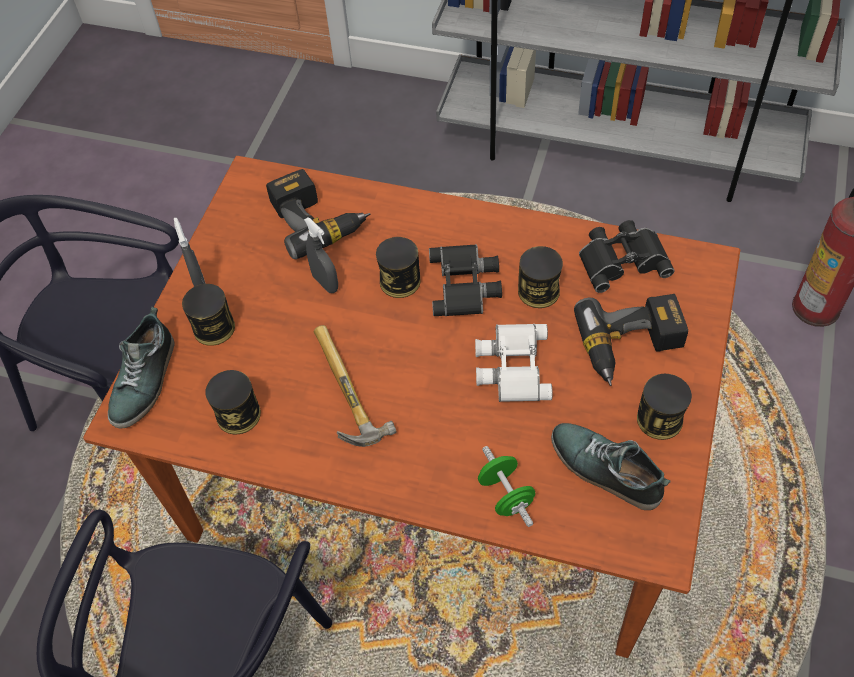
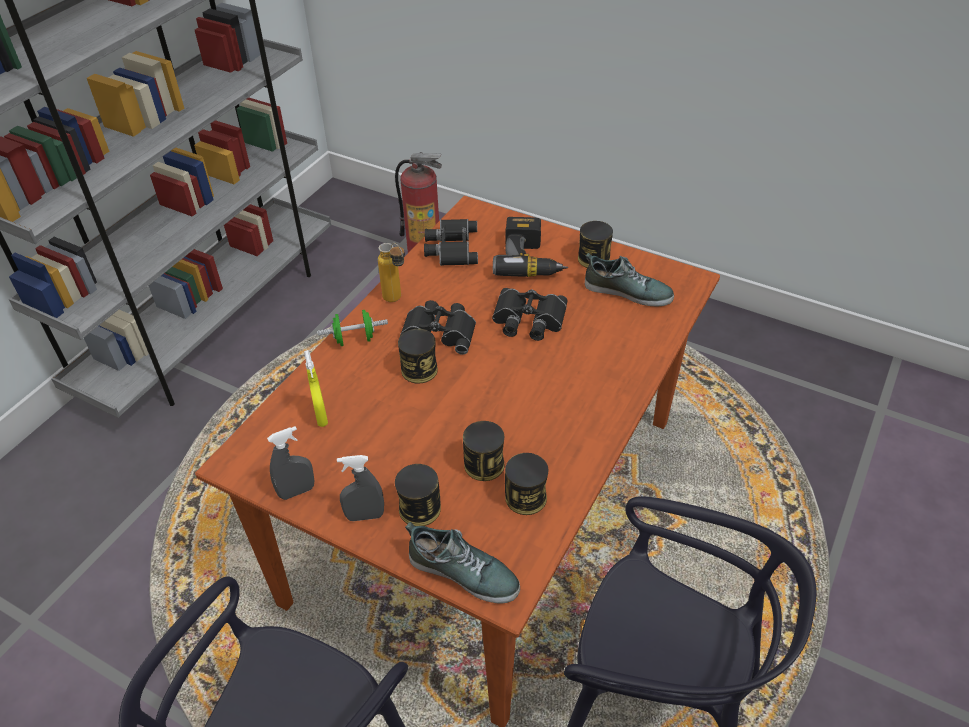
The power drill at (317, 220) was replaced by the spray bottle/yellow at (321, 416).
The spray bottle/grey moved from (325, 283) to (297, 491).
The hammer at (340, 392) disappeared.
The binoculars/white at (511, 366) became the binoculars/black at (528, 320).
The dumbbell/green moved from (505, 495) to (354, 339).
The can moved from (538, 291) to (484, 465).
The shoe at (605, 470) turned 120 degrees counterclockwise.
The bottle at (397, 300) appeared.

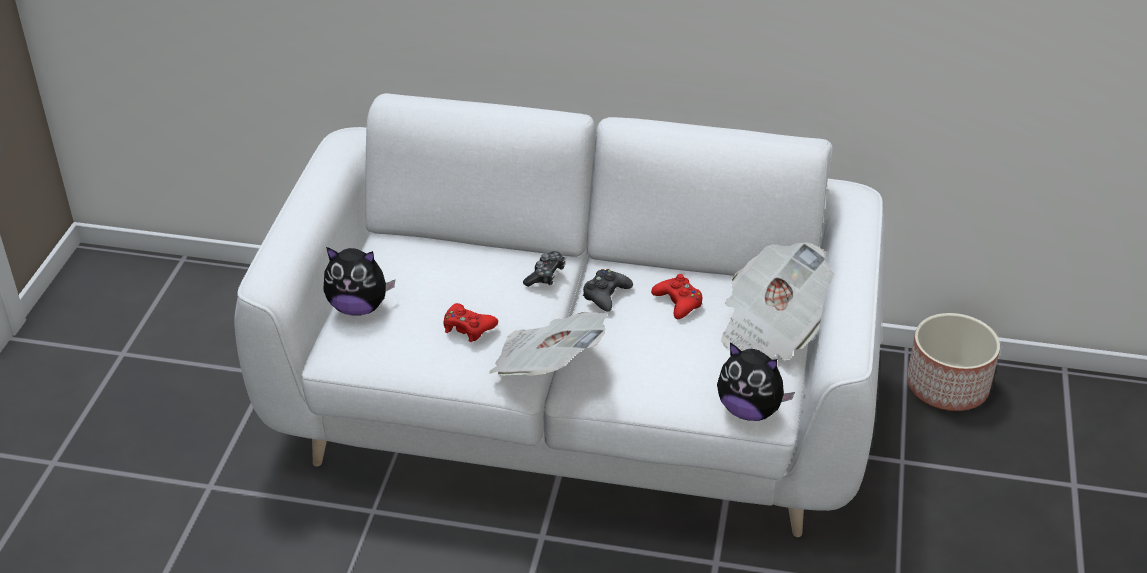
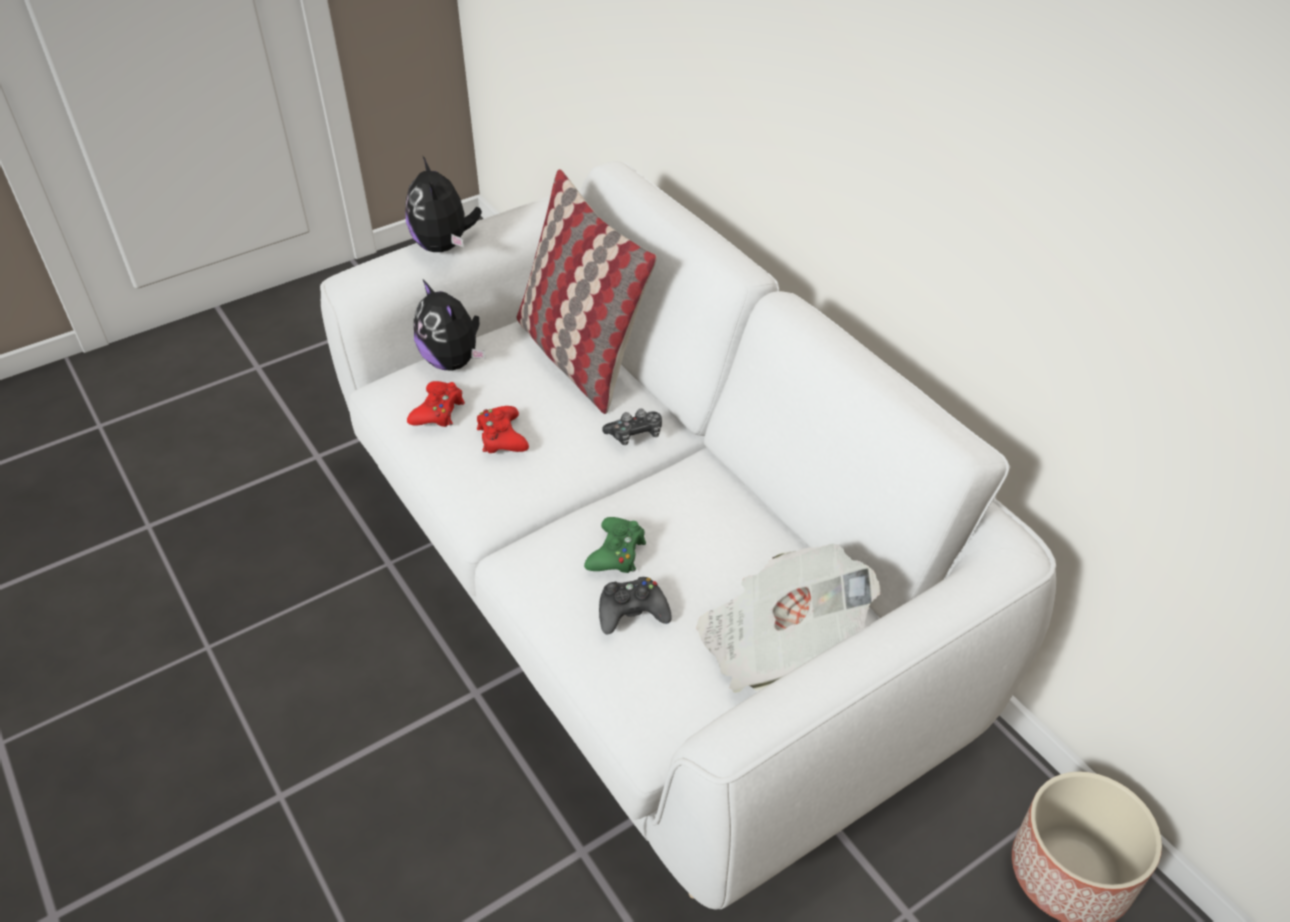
The newspaper at (547, 367) disappeared.
The game controller/black moved from (605, 295) to (632, 612).
The game controller/red moved from (678, 302) to (438, 411).
The plush toy moved from (750, 410) to (444, 246).
The pillow at (579, 357) appeared.
The game controller/green at (617, 553) appeared.

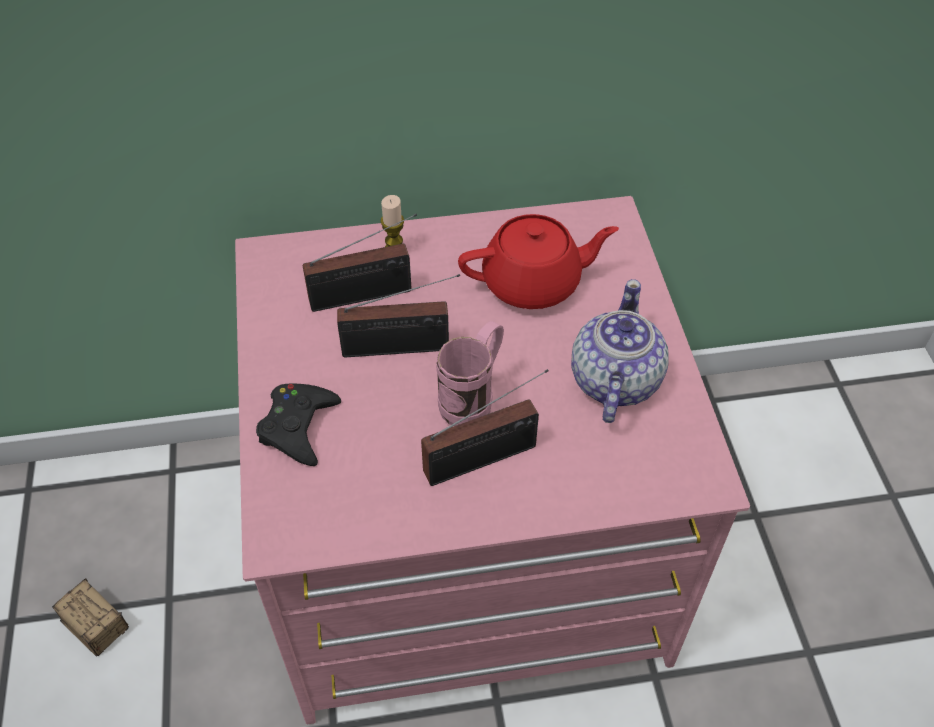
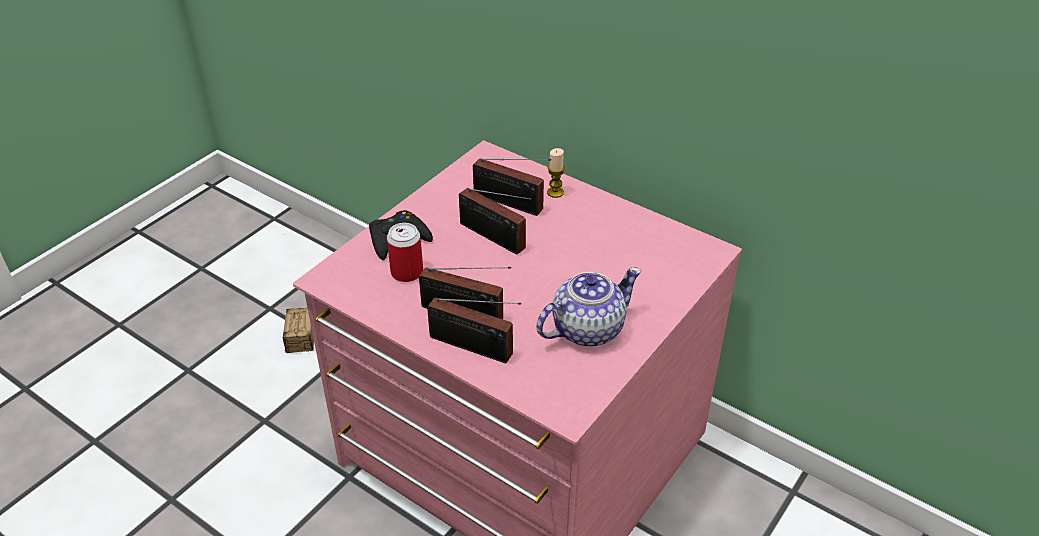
The mug/pink at (474, 398) disappeared.
The teapot/red at (533, 283) disappeared.
The can at (407, 272) appeared.
The radio at (475, 348) appeared.

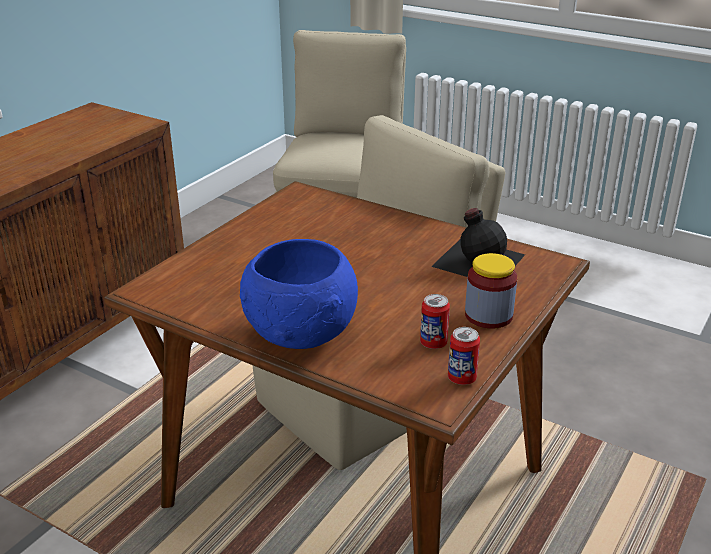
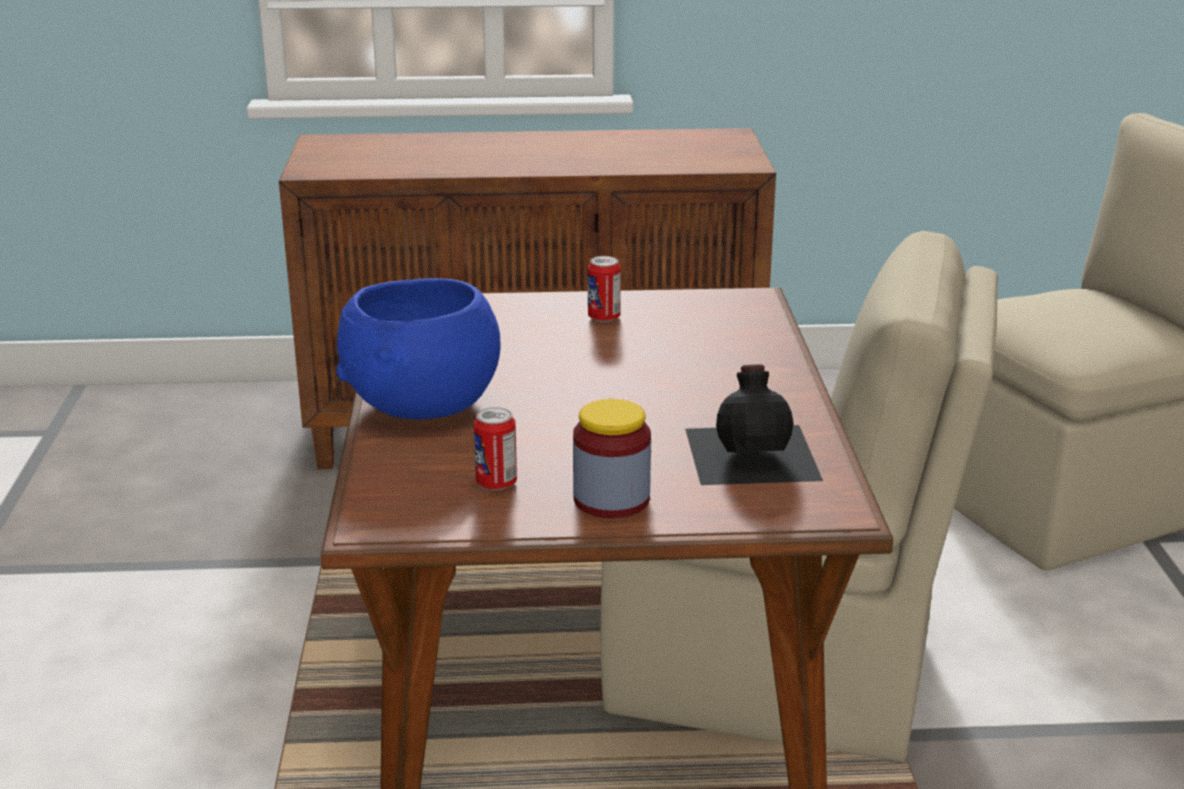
The can moved from (461, 378) to (604, 317).

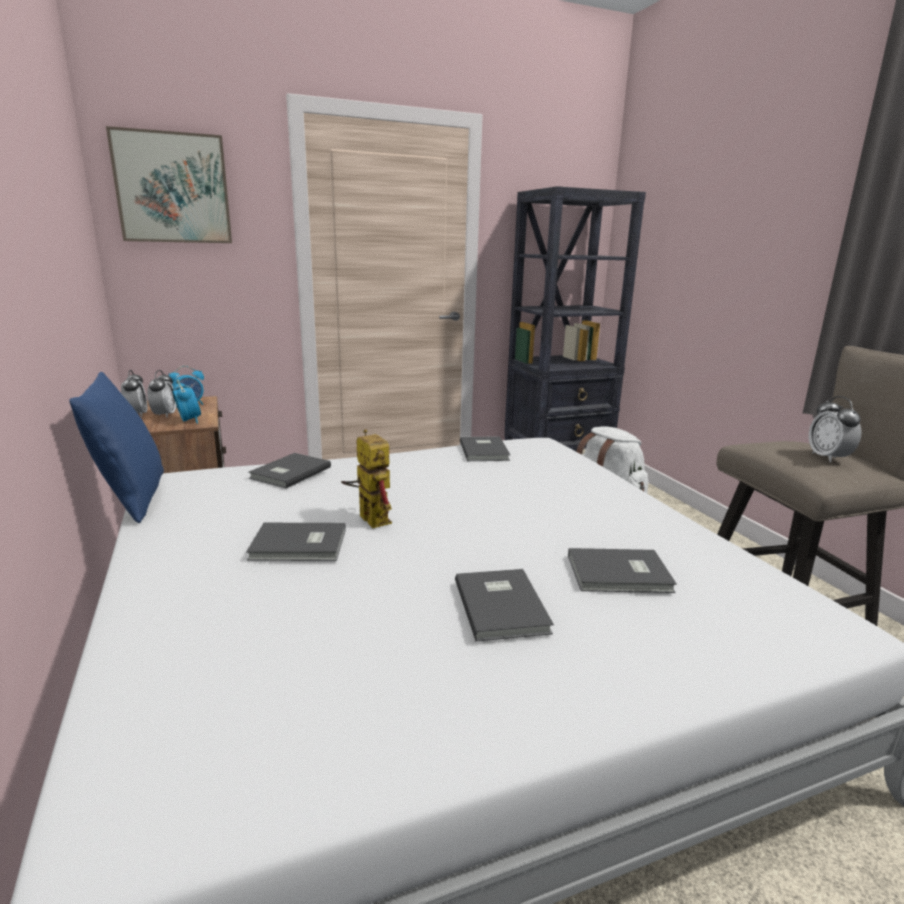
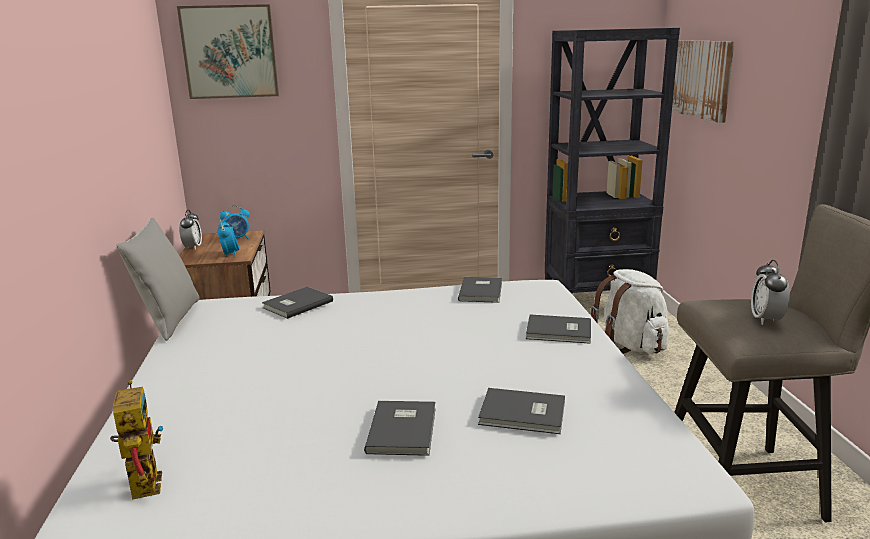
The pillow/blue at (131, 498) became the pillow/grey at (168, 320).
The alarm clock at (164, 415) disappeared.
The book/grey moved from (299, 546) to (559, 332).
The toy robot moved from (368, 517) to (143, 480).
The picture at (700, 79) appeared.

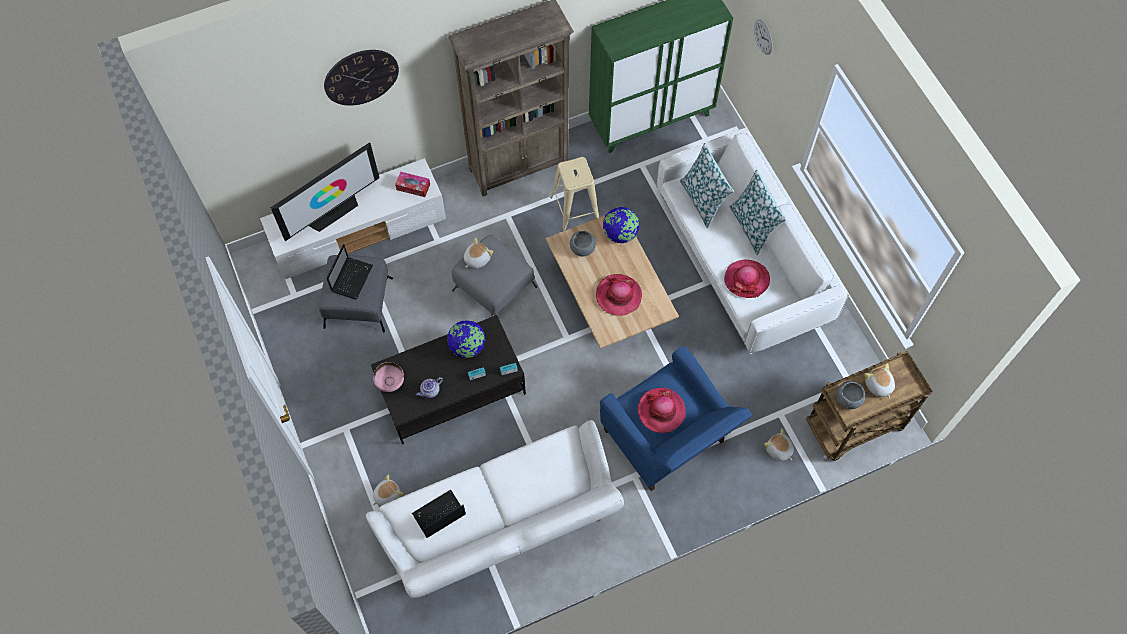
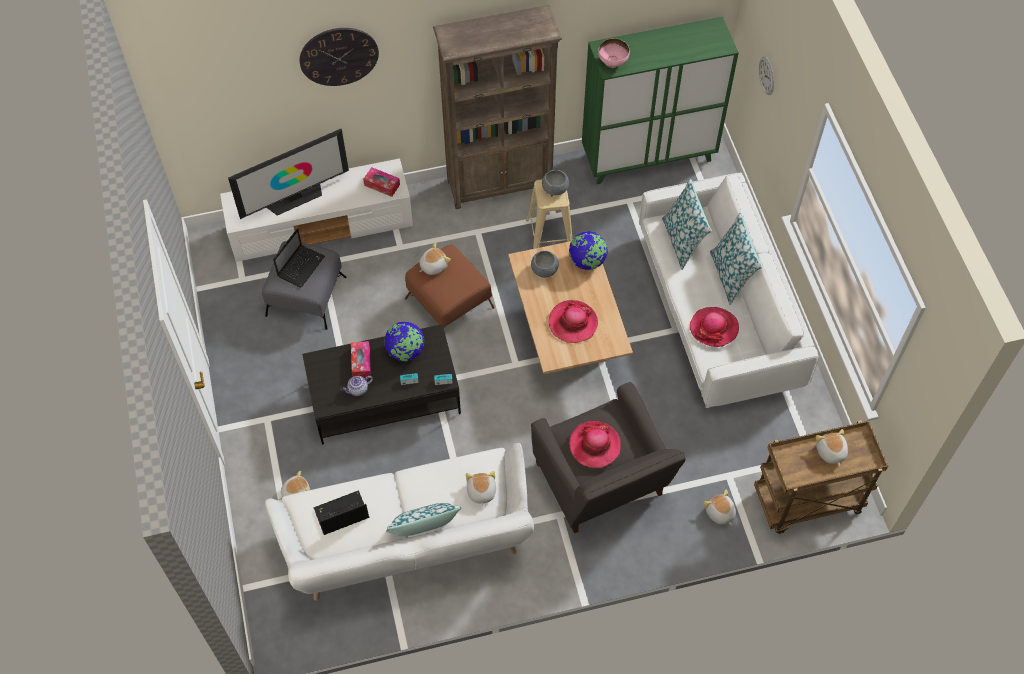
The bowl/pink moved from (390, 383) to (613, 63).
The ottoman/grey at (494, 288) became the ottoman/brown at (449, 302).
The armchair/blue at (668, 440) became the armchair/grey at (602, 484).
The bowl/grey moved from (848, 399) to (555, 189).
The tissue box at (361, 362) appeared.
The pillow at (425, 532) appeared.
The plush toy at (481, 492) appeared.

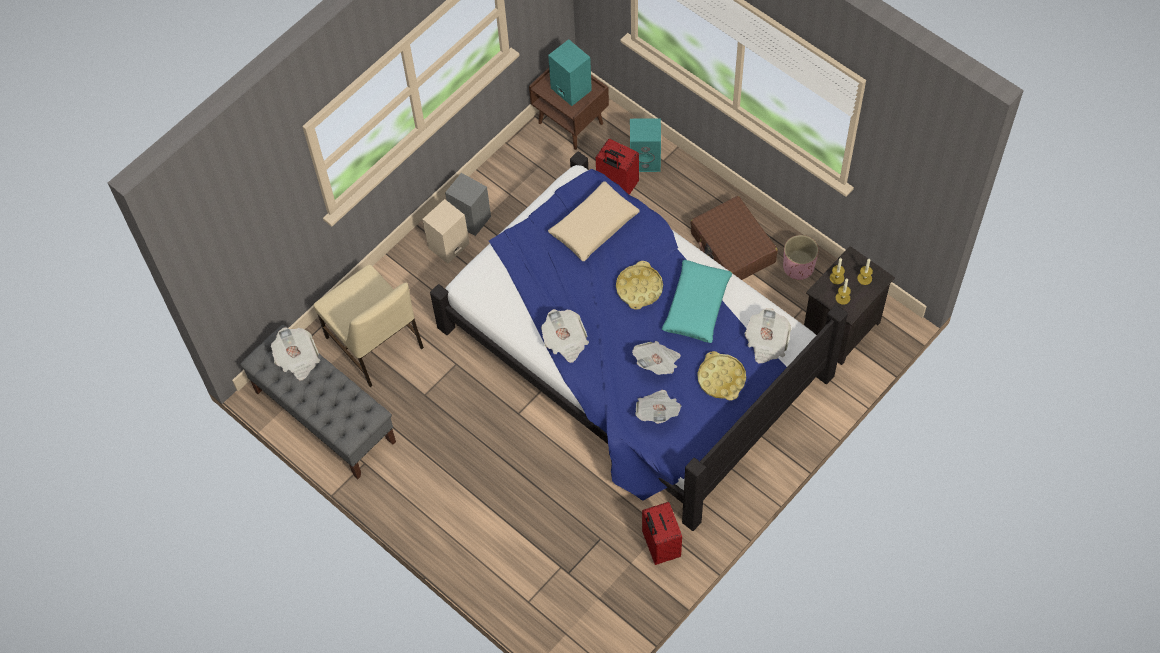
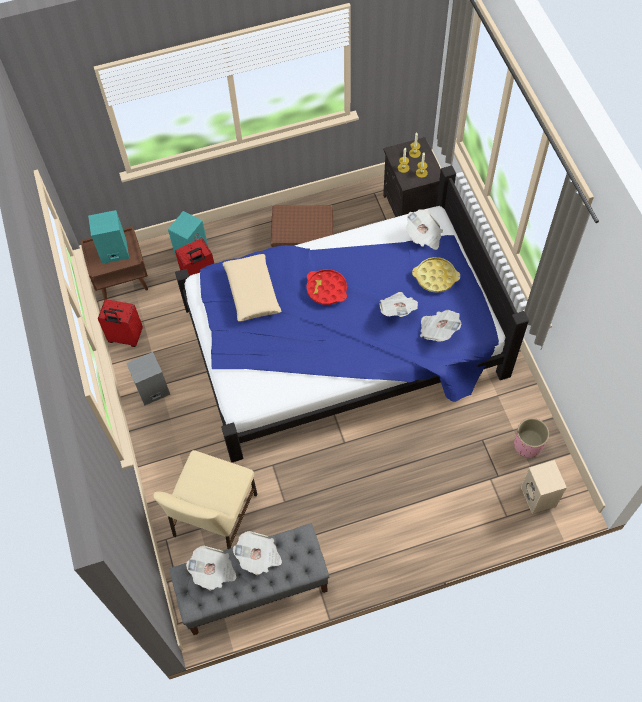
The chair/beige at (375, 344) turned 120 degrees clockwise.
The speaker/beige moved from (448, 247) to (539, 497).
The newspaper moved from (565, 341) to (259, 557).
The tray/yellow at (639, 288) became the tray/red at (326, 289).
The suitcase/red moved from (659, 546) to (125, 337).
The pillow/turquoise at (696, 306) disappeared.
The planter/pink moved from (798, 267) to (528, 445).

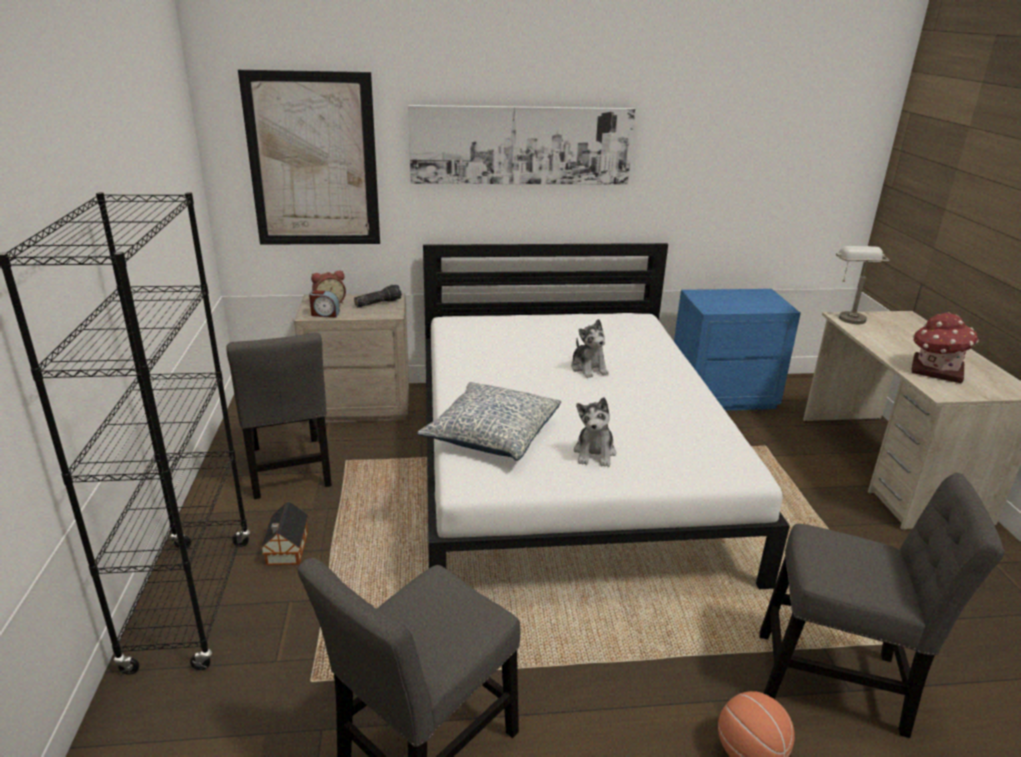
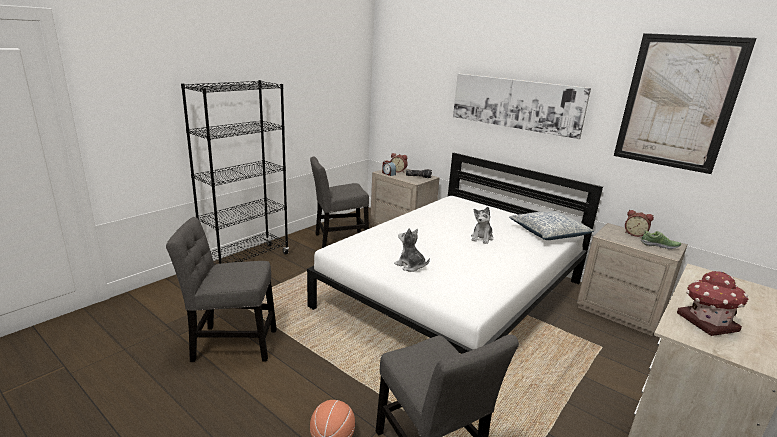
The chair/grey at (289, 470) turned 45 degrees clockwise.
The picture moved from (313, 161) to (677, 103).
The toy house at (286, 550) disappeared.
The pillow moved from (492, 434) to (548, 233).
The plush toy at (595, 453) turned 75 degrees clockwise.
The nightstand/blue at (721, 395) became the nightstand/beige at (619, 311).
The table lamp/grey at (847, 316) disappeared.
The alarm clock at (635, 234) appeared.
The shoe at (659, 246) appeared.

